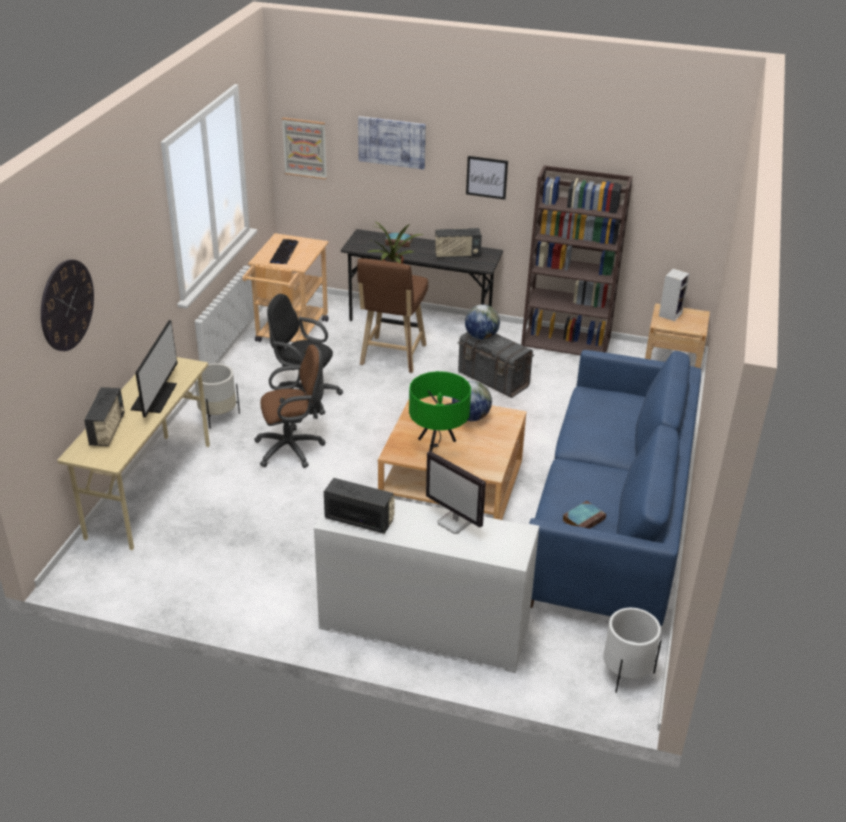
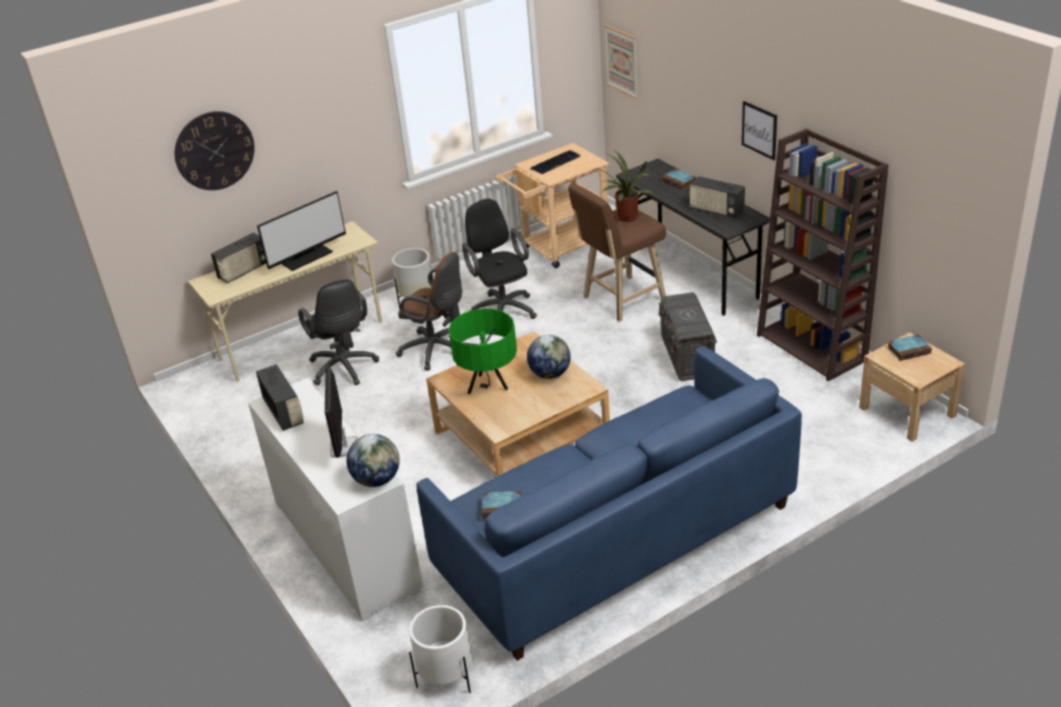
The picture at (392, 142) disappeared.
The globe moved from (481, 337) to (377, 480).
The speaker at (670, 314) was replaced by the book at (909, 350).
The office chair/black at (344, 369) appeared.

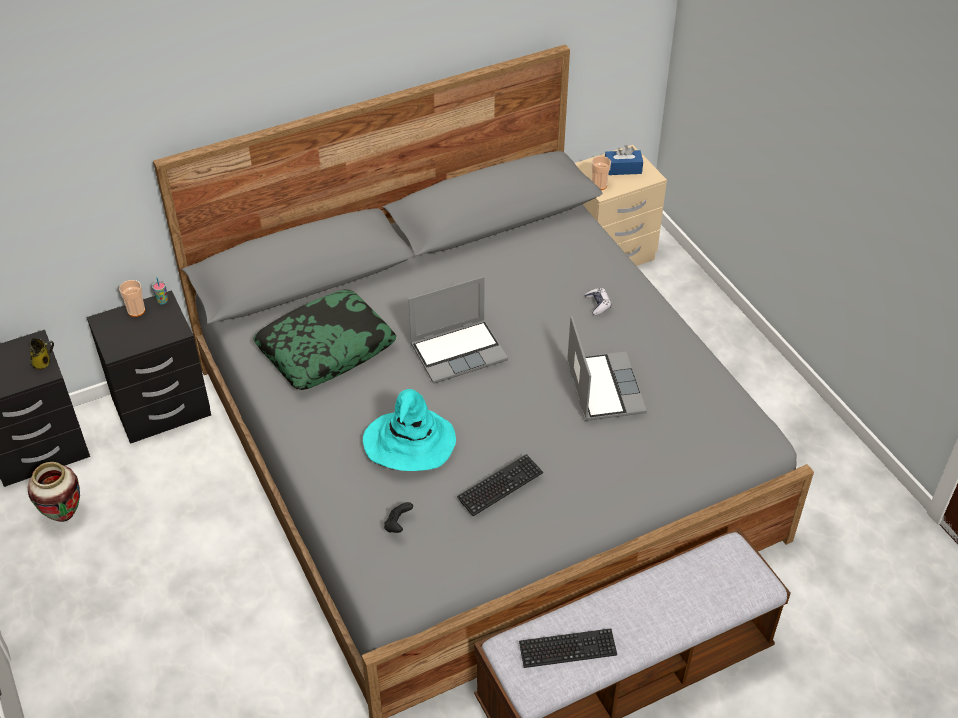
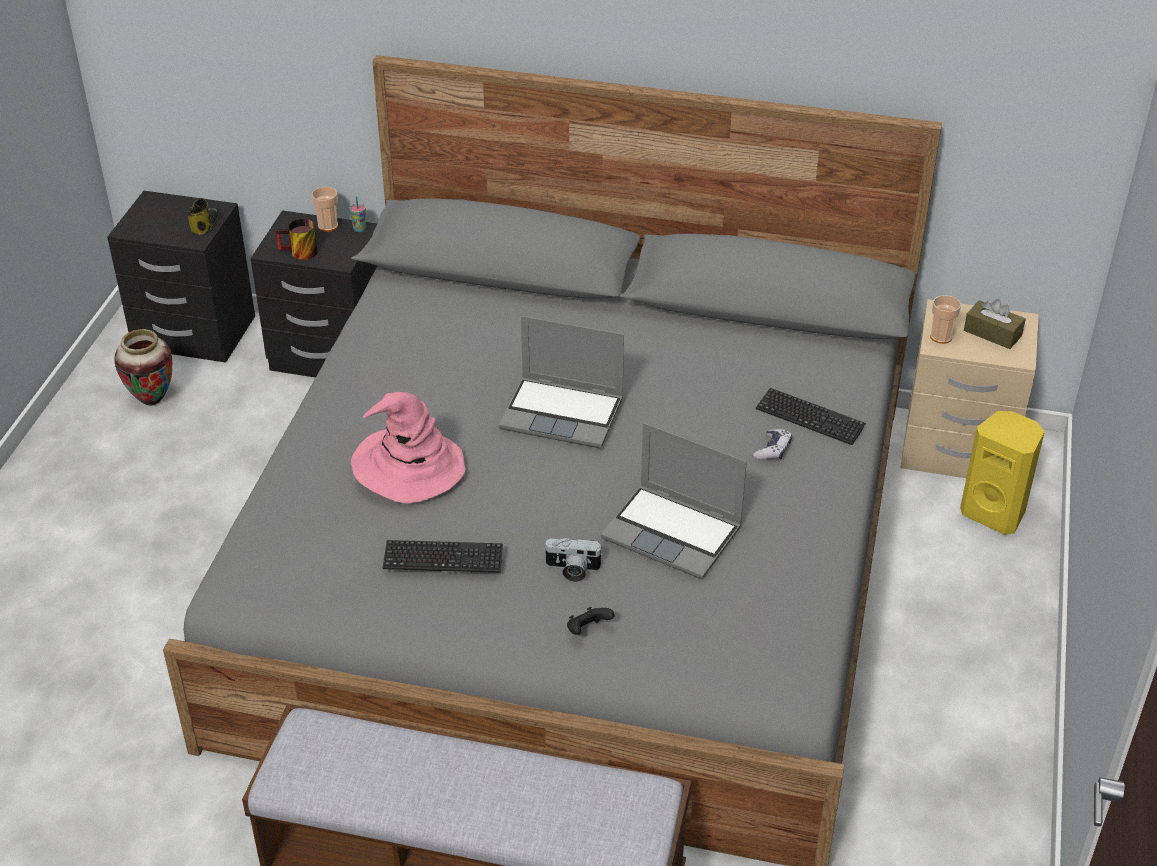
The pillow at (326, 348) disappeared.
The hat/turquoise at (409, 443) became the hat/pink at (407, 467).
The game controller/black moved from (398, 525) to (587, 630).
The keyboard moved from (567, 649) to (810, 418).
The laptop at (603, 387) turned 90 degrees clockwise.
The tissue box/blue at (623, 169) became the tissue box/brown at (992, 333).
The mug at (299, 253) appeared.
The photo camera at (572, 570) appeared.
The speaker/yellow at (994, 513) appeared.

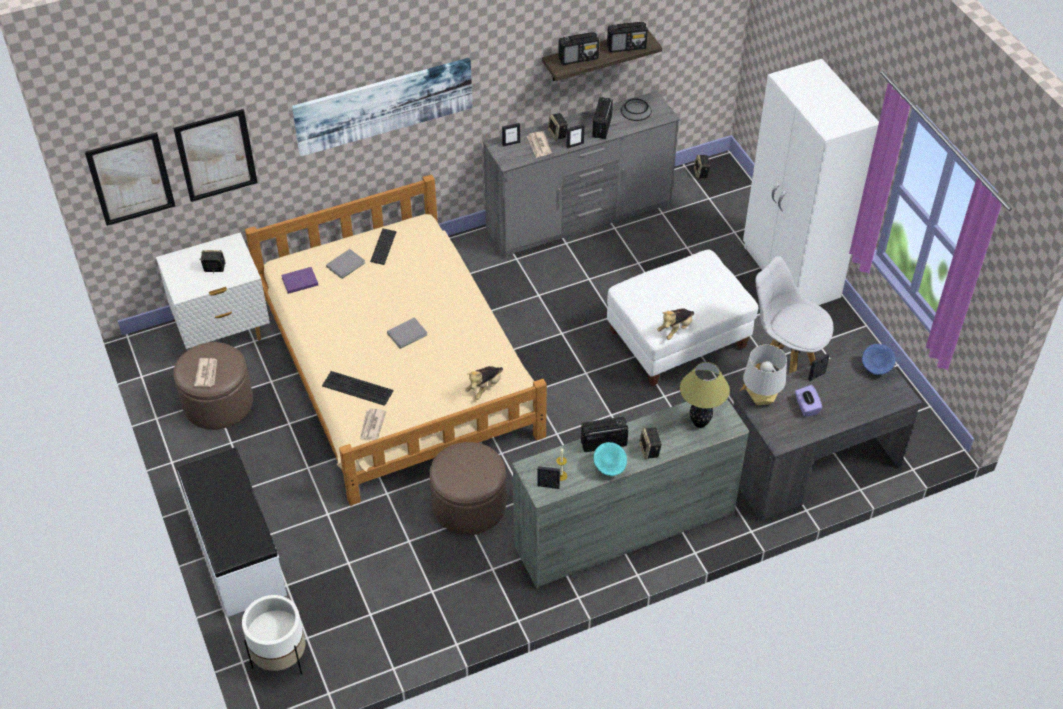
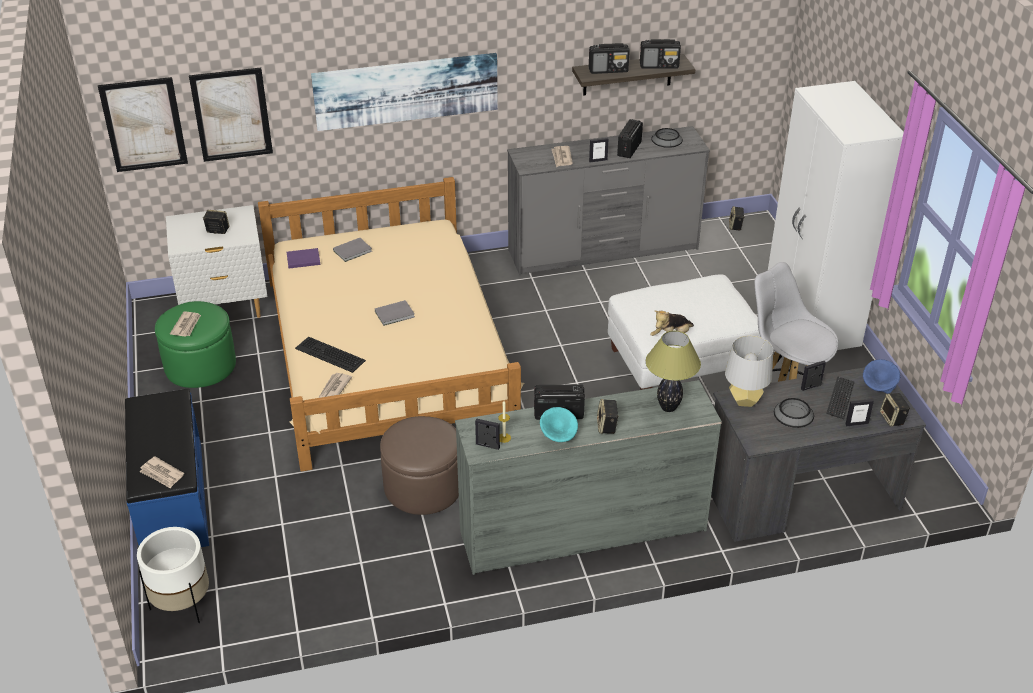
The ottoman/brown at (218, 403) became the ottoman/green at (200, 365).
The bench/white at (236, 552) became the bench/blue at (171, 499).
The keyboard moved from (383, 247) to (840, 399).
The plush toy at (485, 388) disappeared.
The picture frame moved from (511, 143) to (856, 424).
The speaker moved from (558, 134) to (893, 419).
The tissue box/purple at (806, 407) was replaced by the bowl at (793, 414).
The newspaper at (162, 474) appeared.

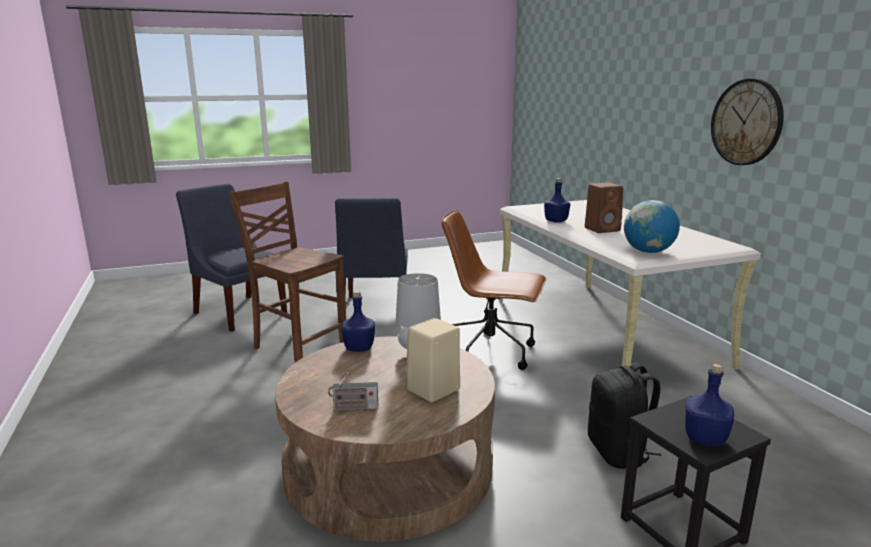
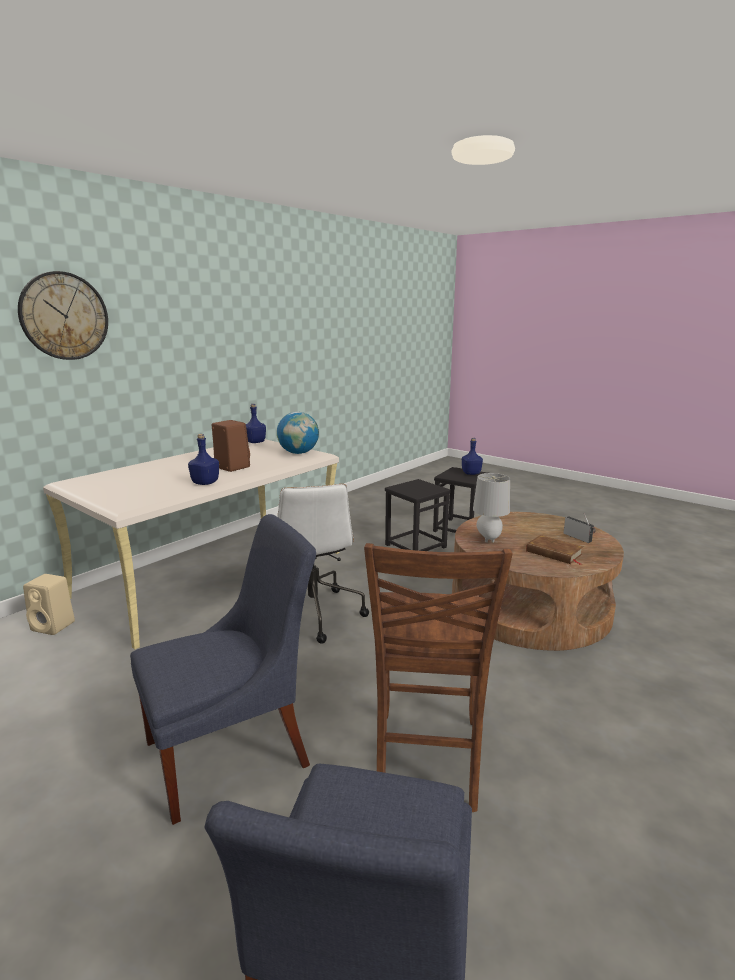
The bottle/blue moved from (360, 348) to (255, 442).
The speaker/beige moved from (432, 390) to (54, 626).
The office chair/brown at (491, 352) became the office chair/white at (313, 613).
The backpack/black at (619, 452) was replaced by the stool/black at (415, 546).
The wall clock moved from (746, 122) to (64, 316).
The book/brown at (554, 553) appeared.

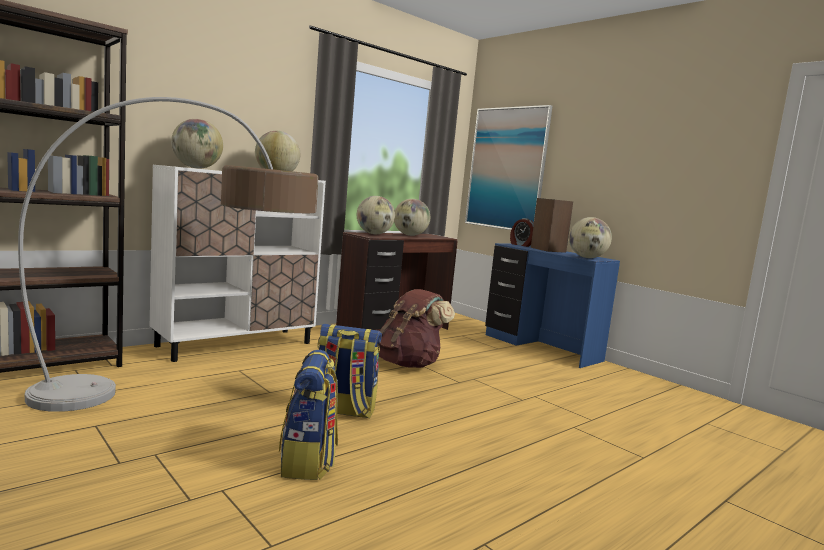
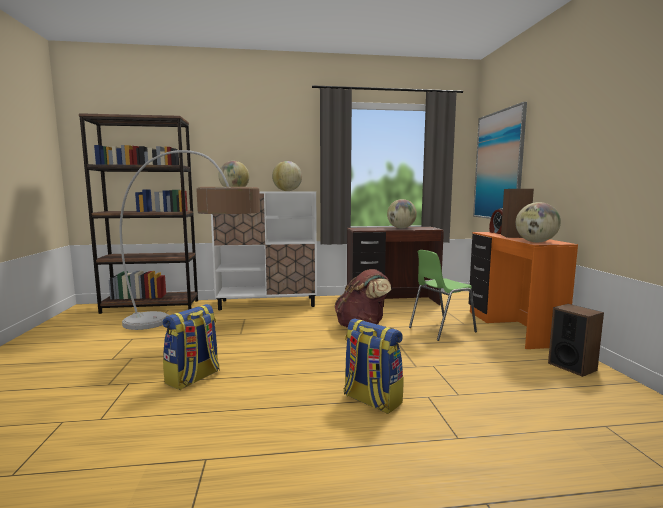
The backpack moved from (343, 410) to (371, 400).
The globe at (374, 234) disappeared.
The desk/blue at (540, 348) became the desk/orange at (510, 327).
The chair/green at (440, 329) appeared.
The speaker at (572, 366) appeared.

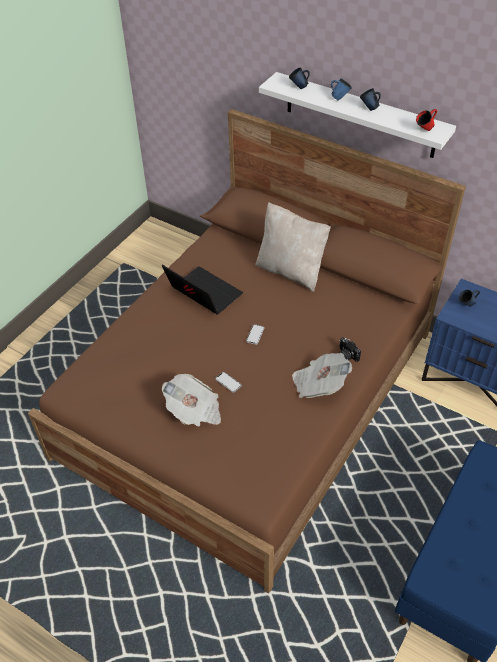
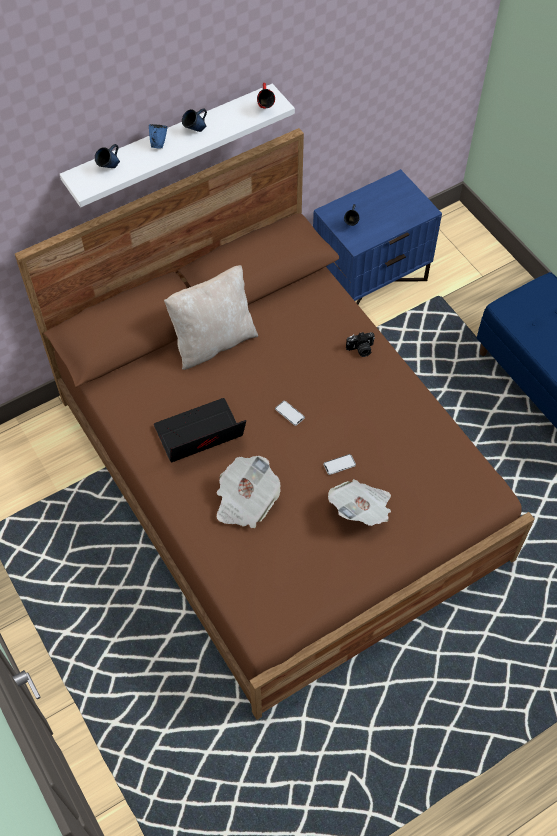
The newspaper moved from (319, 384) to (245, 501).

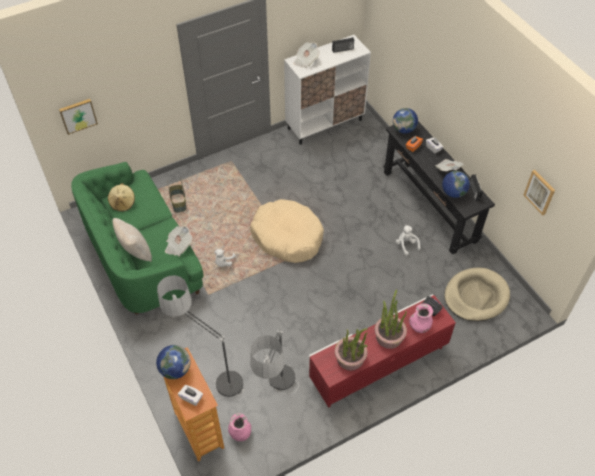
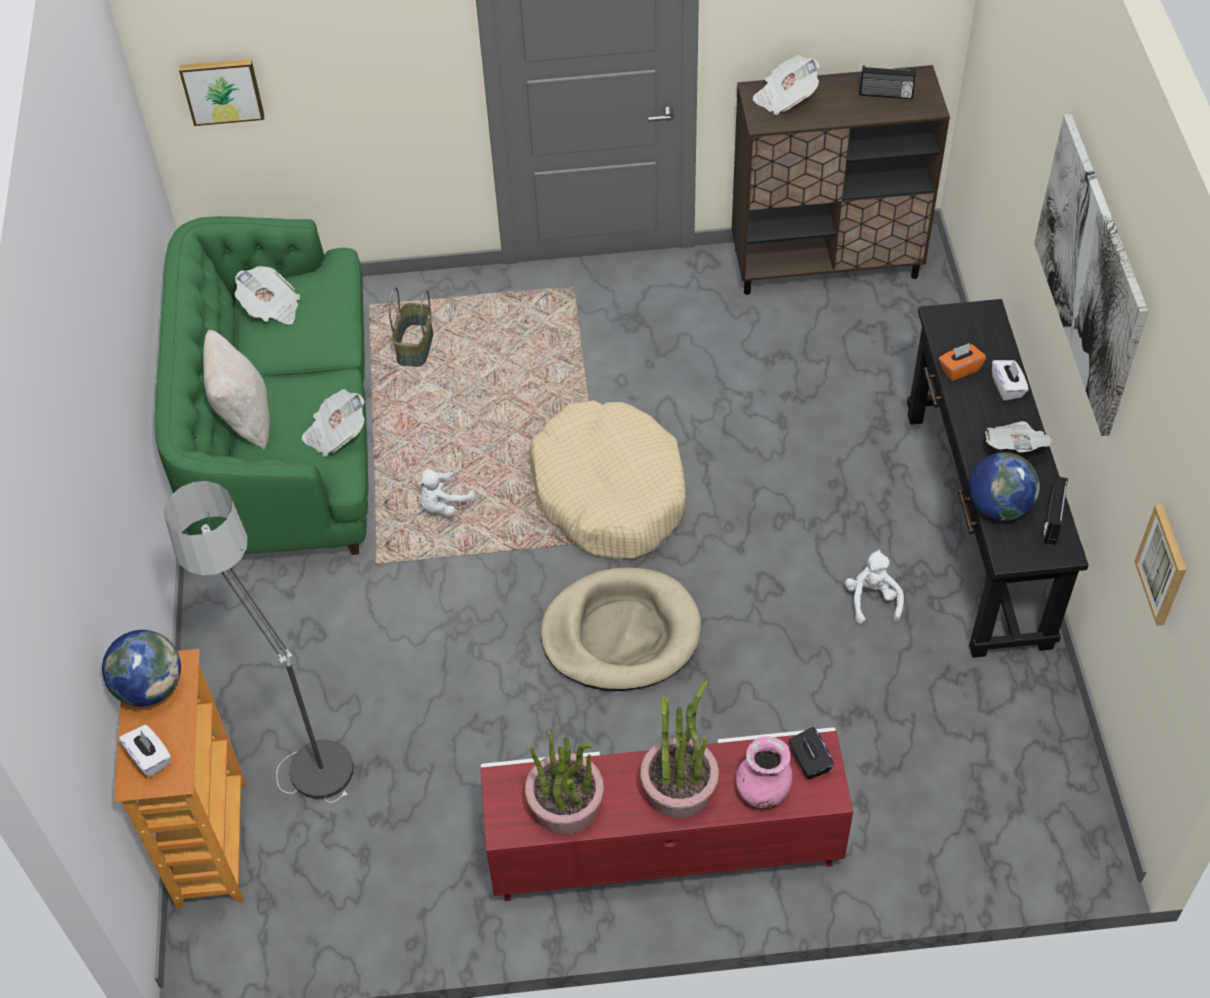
The hat/beige at (123, 203) was replaced by the newspaper at (271, 308).
The vase/pink at (240, 433) disappeared.
The floor lamp at (277, 398) disappeared.
The cabinet/white at (325, 124) became the cabinet/brown at (826, 263).
The globe at (404, 129) disappeared.
The dog bed/beige moved from (476, 296) to (621, 633).
The picture at (1090, 273) appeared.

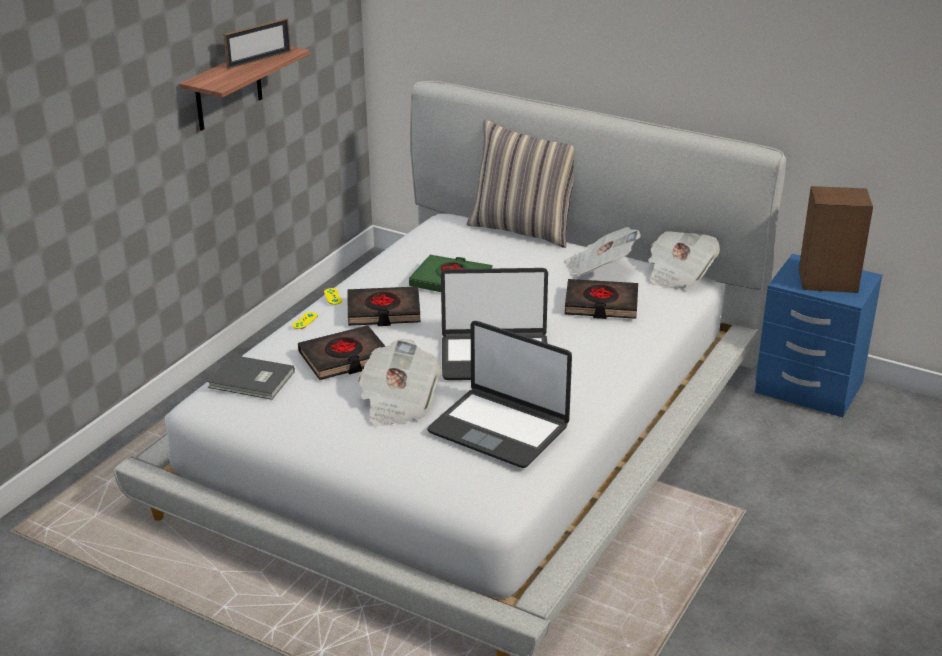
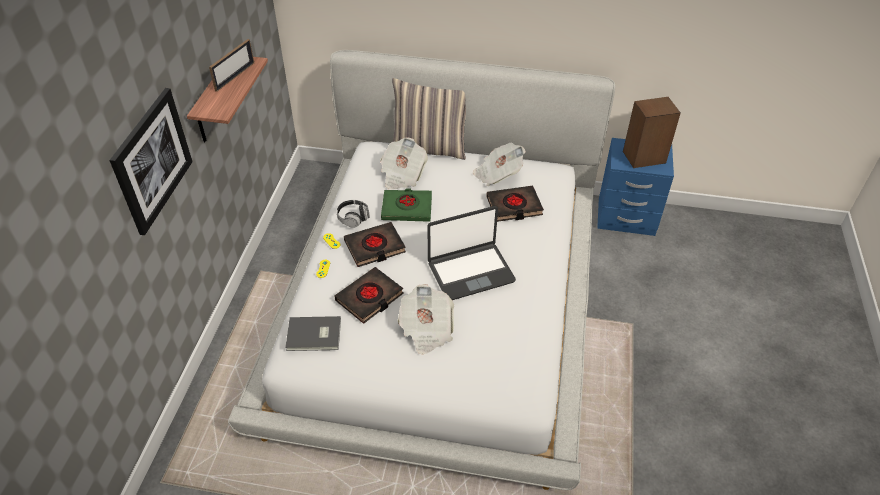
The laptop at (499, 428) disappeared.
The newspaper moved from (678, 273) to (402, 175).
The picture at (151, 160) appeared.
The headphones at (353, 218) appeared.

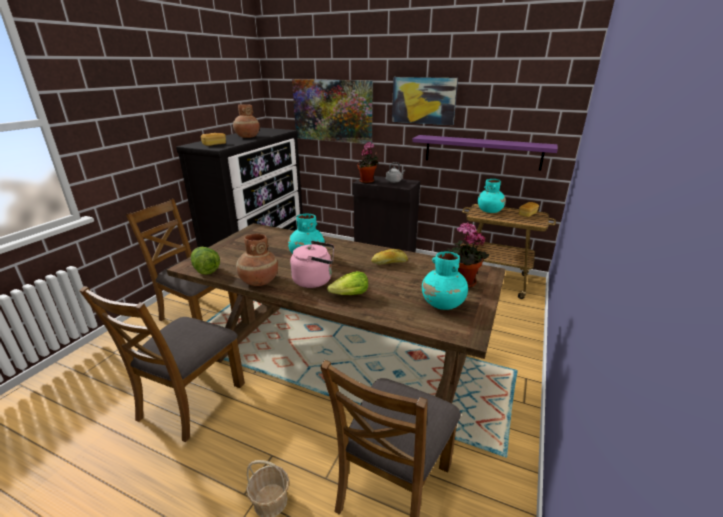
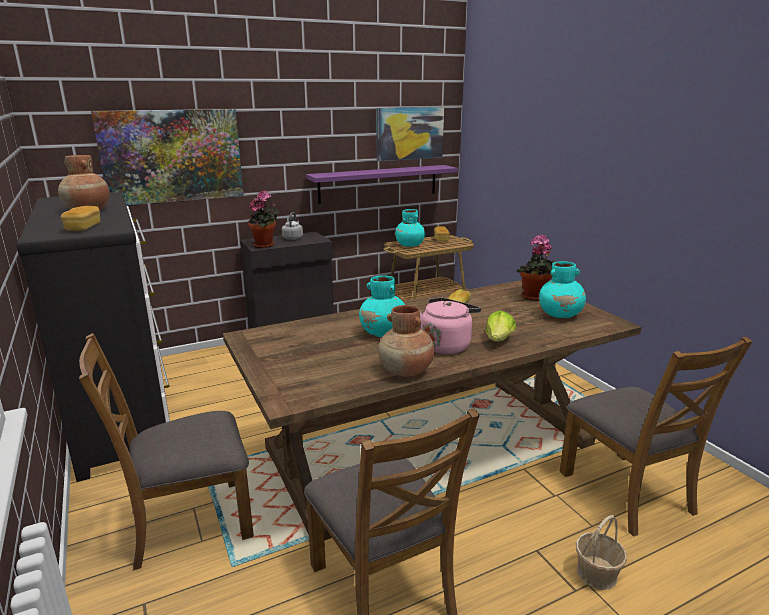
The lettuce at (205, 270) disappeared.
The picture moved from (423, 100) to (409, 133).

